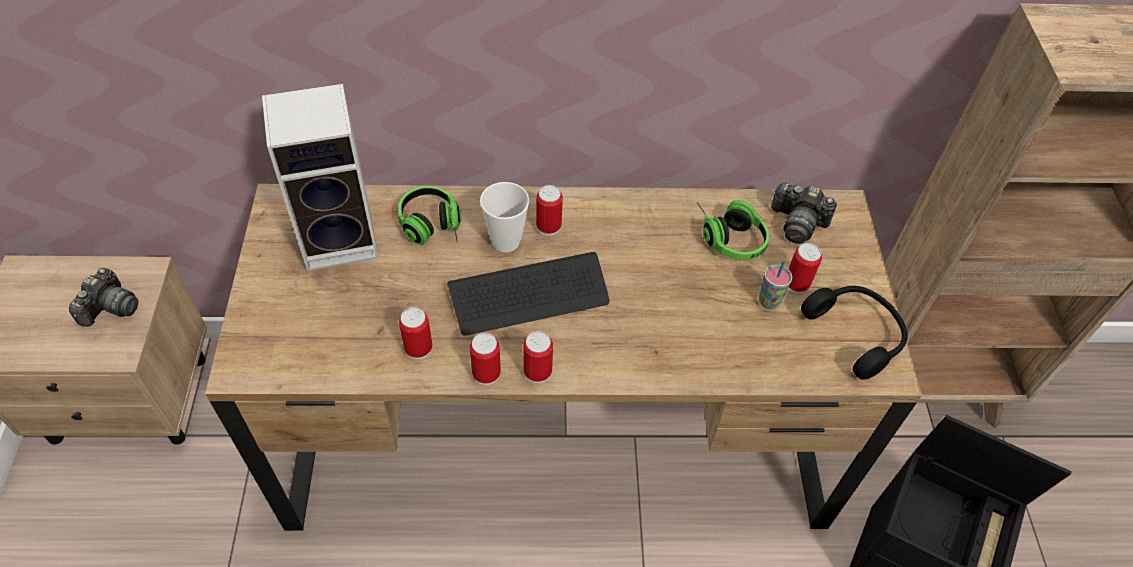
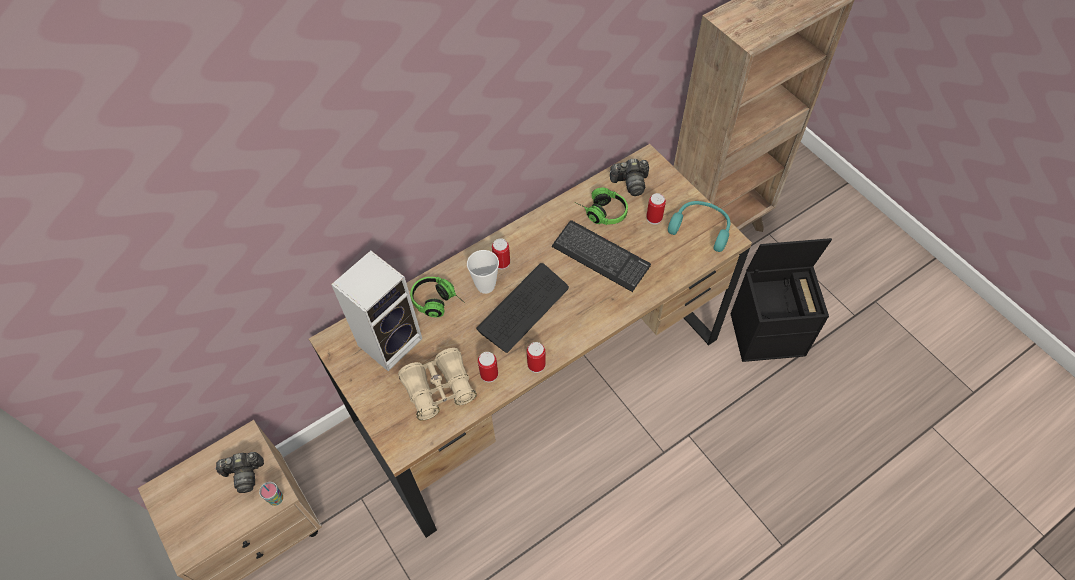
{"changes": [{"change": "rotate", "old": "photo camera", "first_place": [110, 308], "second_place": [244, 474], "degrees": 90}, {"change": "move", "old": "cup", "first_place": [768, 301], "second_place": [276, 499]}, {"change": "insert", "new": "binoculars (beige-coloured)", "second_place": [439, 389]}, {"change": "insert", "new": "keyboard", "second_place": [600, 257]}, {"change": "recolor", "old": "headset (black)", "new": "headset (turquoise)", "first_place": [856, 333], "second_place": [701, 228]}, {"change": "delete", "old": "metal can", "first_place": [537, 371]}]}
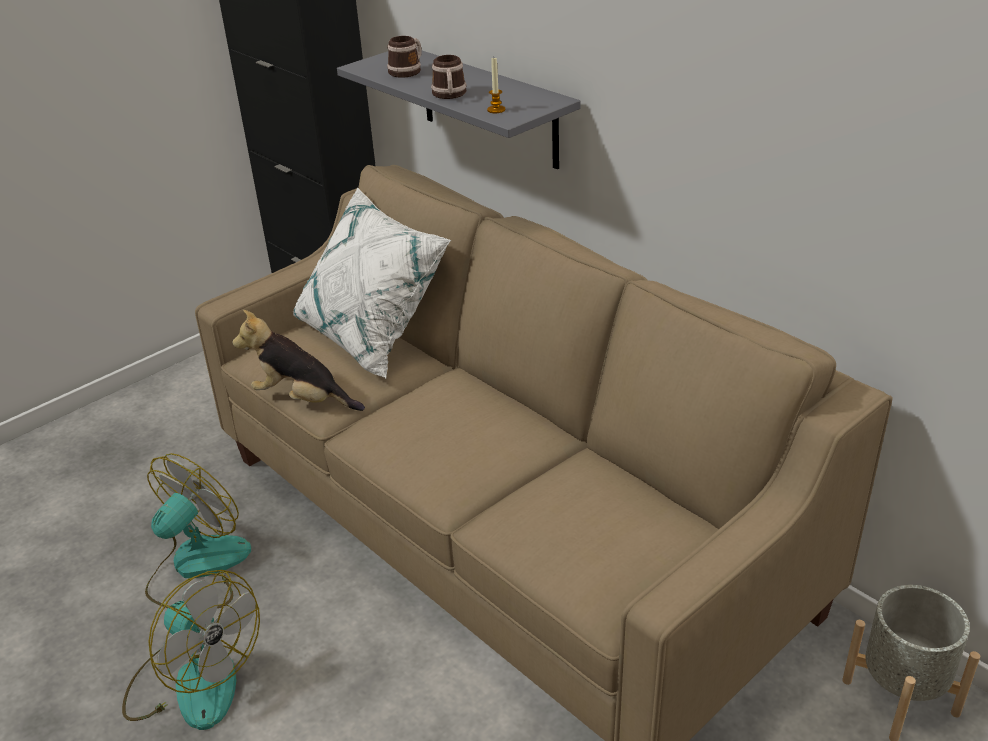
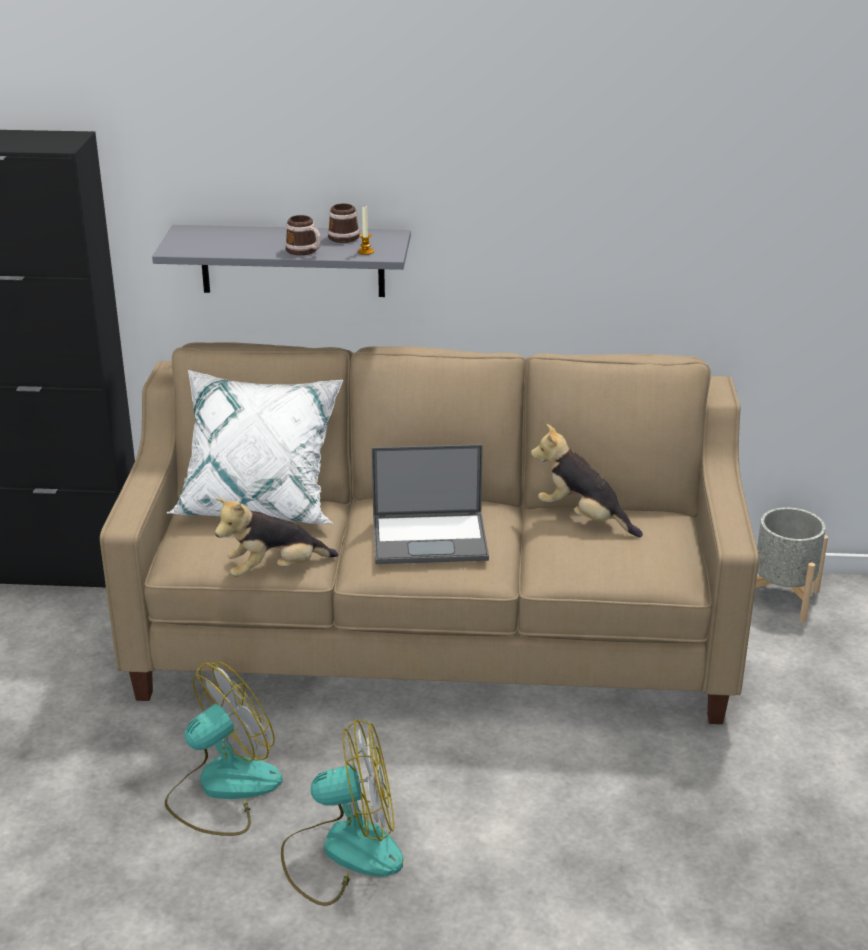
{"changes": [{"change": "rotate", "old": "cooling fan", "first_place": [197, 568], "second_place": [222, 789], "degrees": 60}, {"change": "move", "old": "coffee mug", "first_place": [408, 71], "second_place": [343, 236]}, {"change": "insert", "new": "laptop", "second_place": [431, 538]}, {"change": "insert", "new": "soft toy", "second_place": [583, 518]}]}
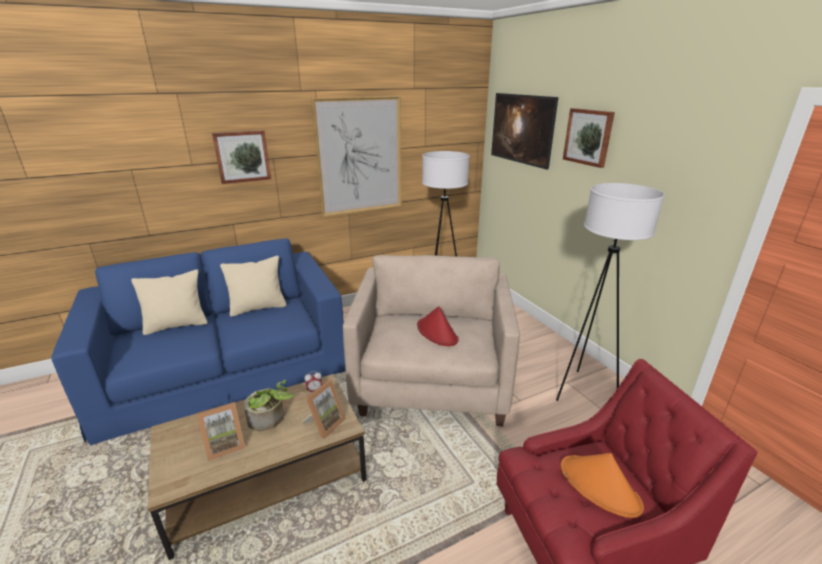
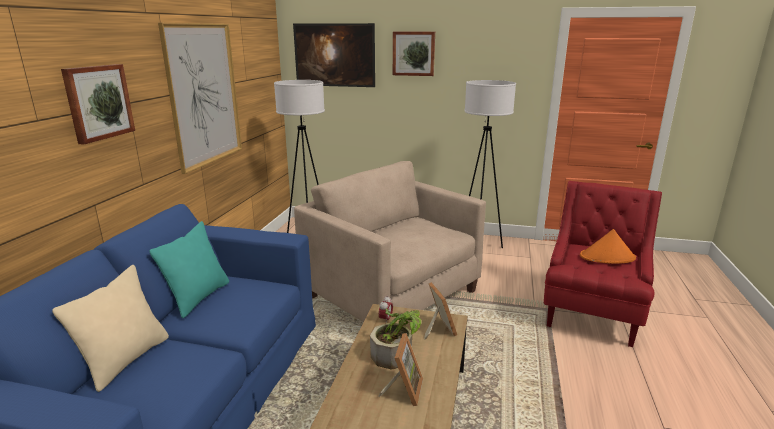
{"changes": [{"change": "recolor", "old": "cushion (beige-coloured)", "new": "cushion (turquoise)", "first_place": [258, 308], "second_place": [198, 297]}, {"change": "delete", "old": "wearable hat (red)", "first_place": [437, 333]}]}
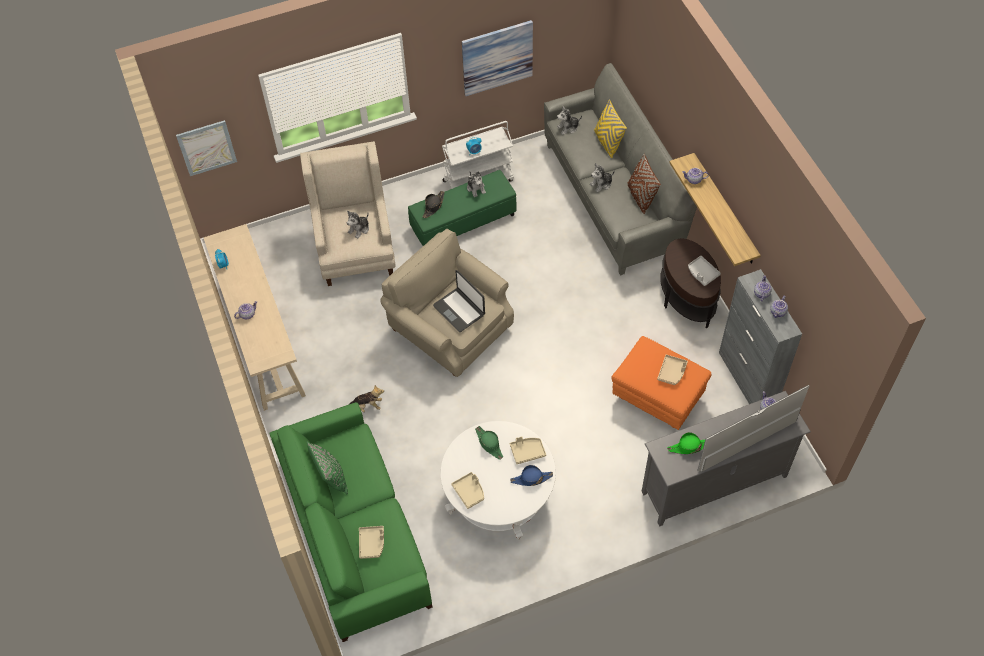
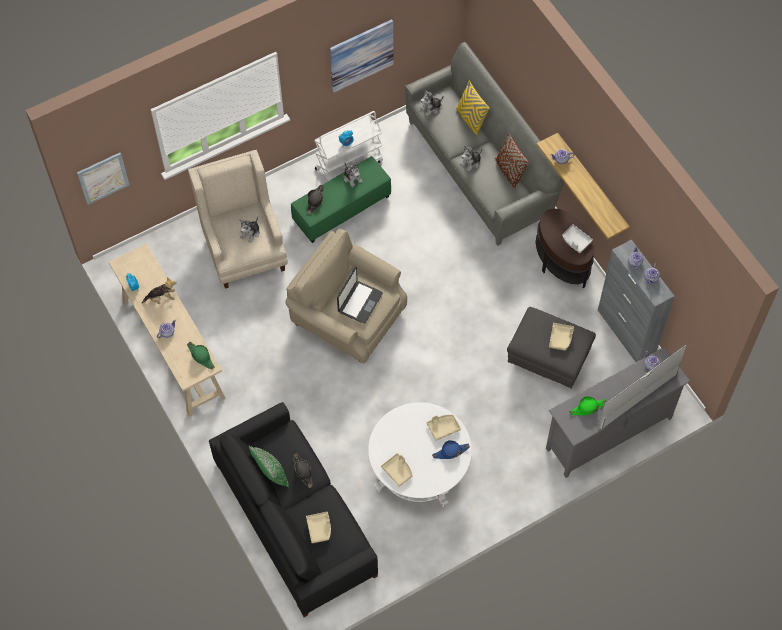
{"changes": [{"change": "move", "old": "soft toy", "first_place": [367, 406], "second_place": [161, 298]}, {"change": "move", "old": "wearable hat (green-coloured)", "first_place": [489, 444], "second_place": [201, 357]}, {"change": "recolor", "old": "sofa (green-coloured)", "new": "sofa (black)", "first_place": [355, 531], "second_place": [295, 518]}, {"change": "insert", "new": "wearable hat (black)", "second_place": [303, 472]}, {"change": "rotate", "old": "laptop", "first_place": [459, 310], "second_place": [359, 302], "degrees": -105}, {"change": "recolor", "old": "ottoman (orange)", "new": "ottoman (gray)", "first_place": [658, 398], "second_place": [548, 360]}]}
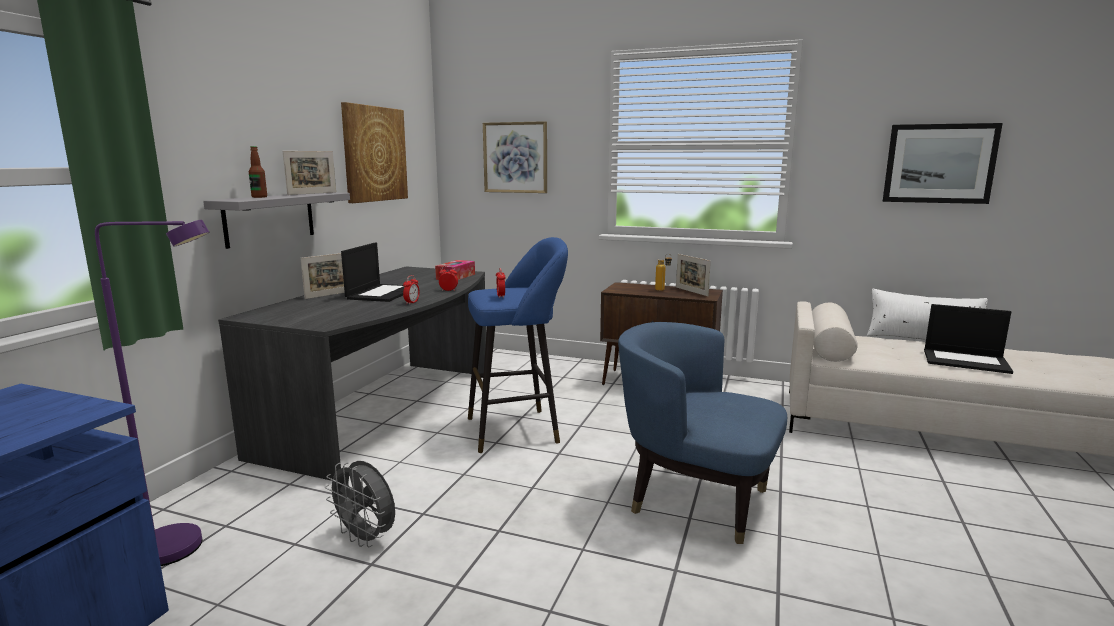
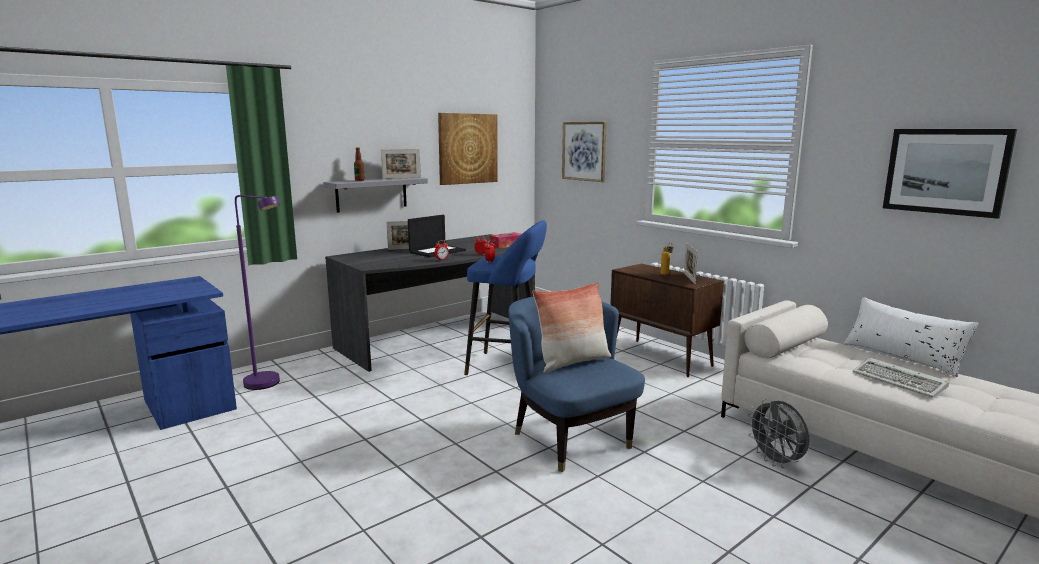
{"changes": [{"change": "insert", "new": "cushion", "second_place": [572, 362]}, {"change": "move", "old": "cooling fan (gray)", "first_place": [366, 538], "second_place": [776, 461]}, {"change": "replace", "old": "laptop", "new": "keyboard", "first_place": [966, 361], "second_place": [901, 381]}]}
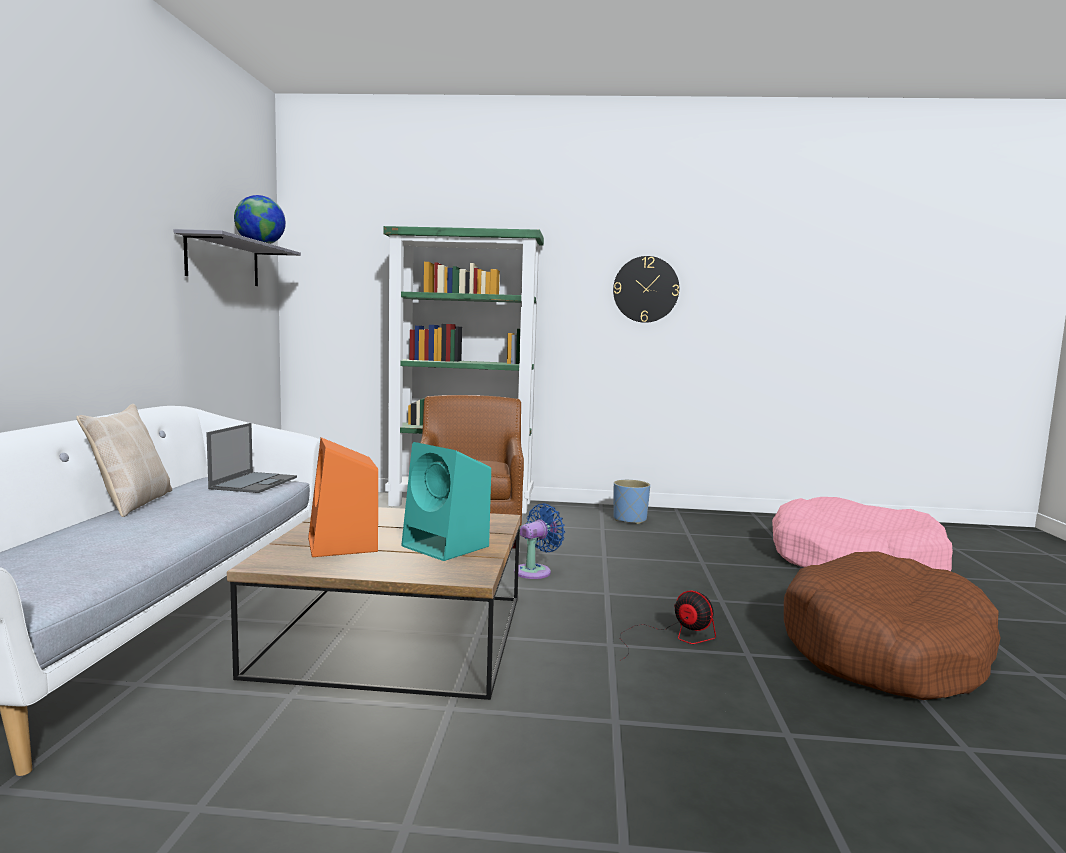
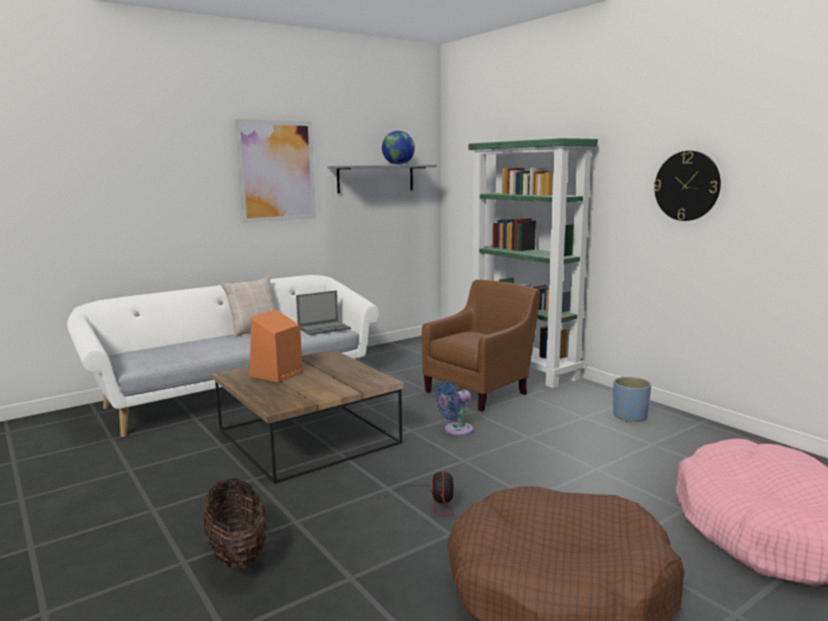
{"changes": [{"change": "insert", "new": "household basket", "second_place": [237, 553]}, {"change": "insert", "new": "picture", "second_place": [276, 171]}, {"change": "rotate", "old": "cooling fan (blue)", "first_place": [535, 571], "second_place": [455, 430], "degrees": 150}, {"change": "delete", "old": "audio speaker (turquoise)", "first_place": [447, 547]}]}
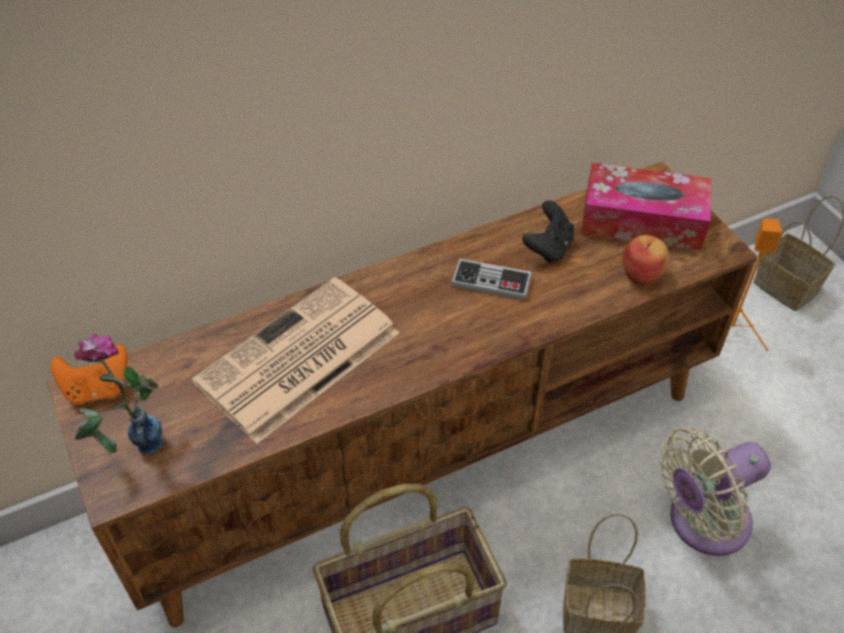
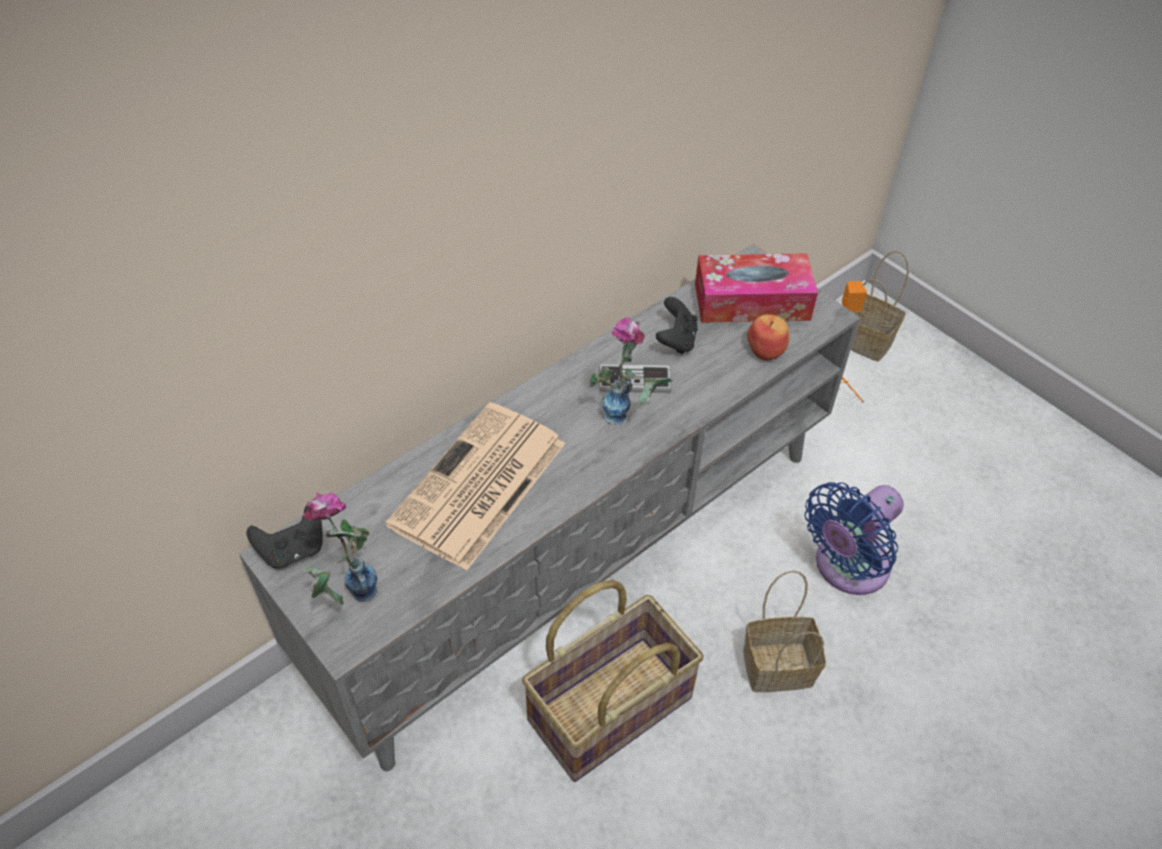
{"changes": [{"change": "recolor", "old": "tv stand (brown)", "new": "tv stand (gray)", "first_place": [423, 451], "second_place": [578, 554]}, {"change": "recolor", "old": "gamepad (orange)", "new": "gamepad (black)", "first_place": [98, 389], "second_place": [293, 550]}, {"change": "insert", "new": "vase", "second_place": [628, 423]}, {"change": "recolor", "old": "cooling fan (beige-coloured)", "new": "cooling fan (blue)", "first_place": [702, 522], "second_place": [846, 567]}]}
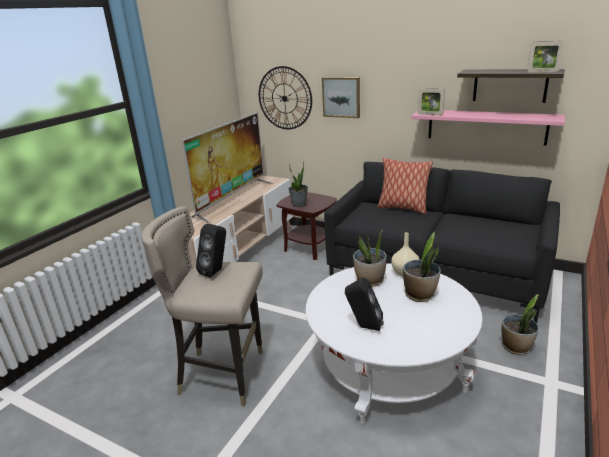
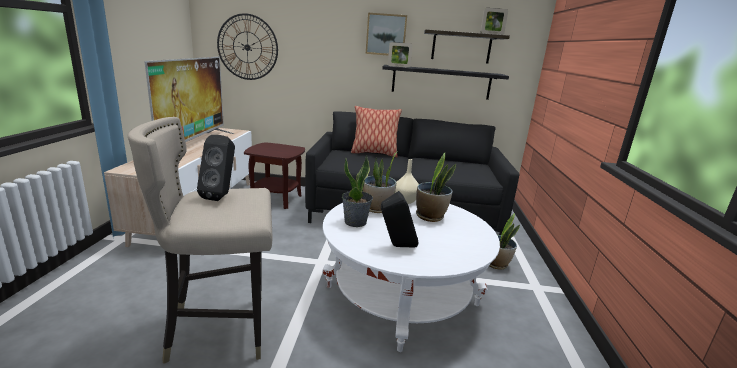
{"changes": [{"change": "move", "old": "houseplant", "first_place": [299, 204], "second_place": [355, 222]}, {"change": "move", "old": "picture", "first_place": [341, 97], "second_place": [386, 35]}, {"change": "recolor", "old": "shelf (pink)", "new": "shelf (black)", "first_place": [486, 126], "second_place": [441, 82]}]}
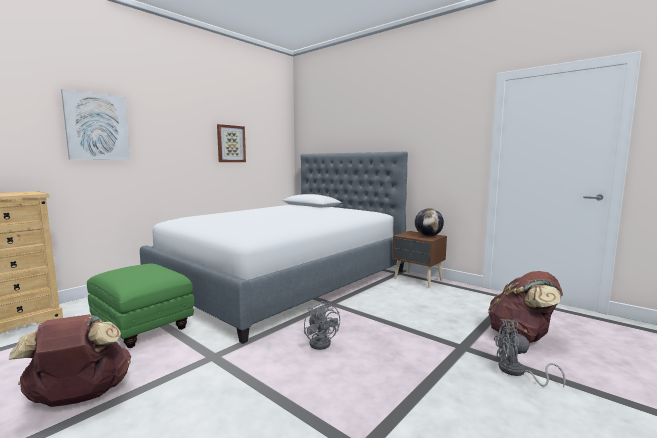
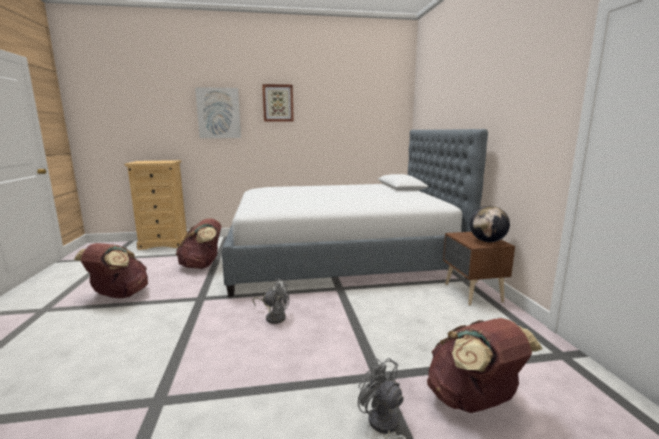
{"changes": [{"change": "replace", "old": "ottoman (green-coloured)", "new": "rucksack (brown)", "first_place": [143, 327], "second_place": [202, 265]}, {"change": "rotate", "old": "cooling fan (gray)", "first_place": [322, 342], "second_place": [274, 316], "degrees": -90}, {"change": "move", "old": "picture", "first_place": [231, 144], "second_place": [278, 103]}]}
